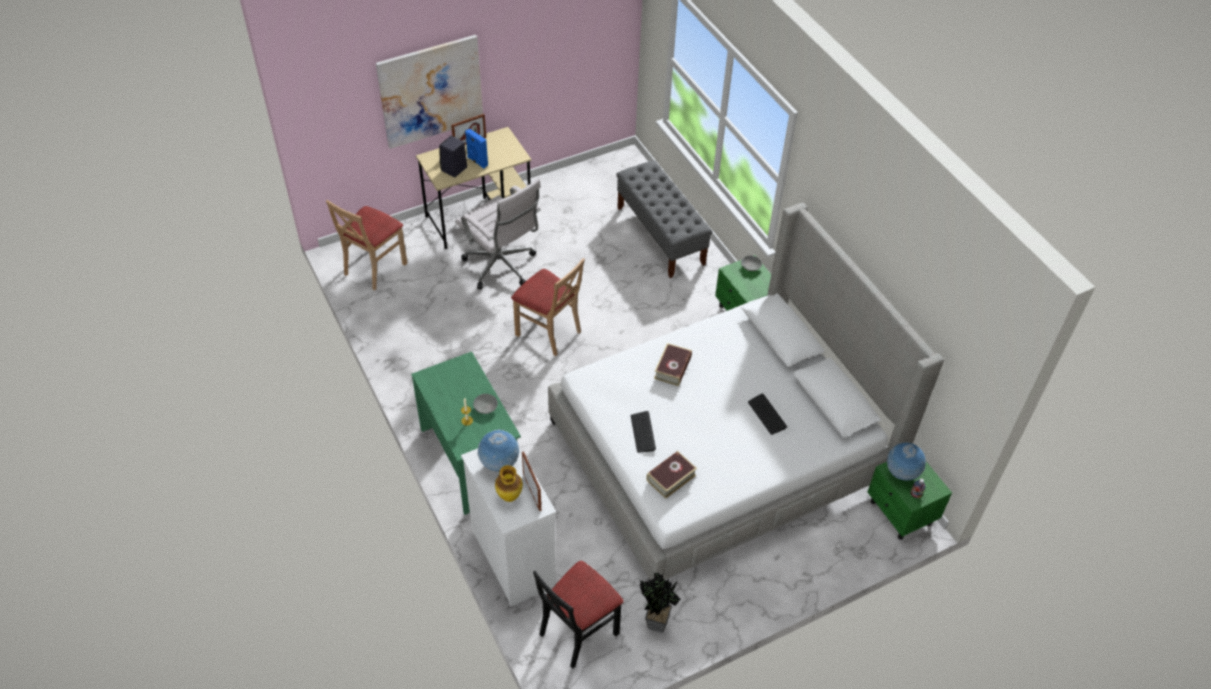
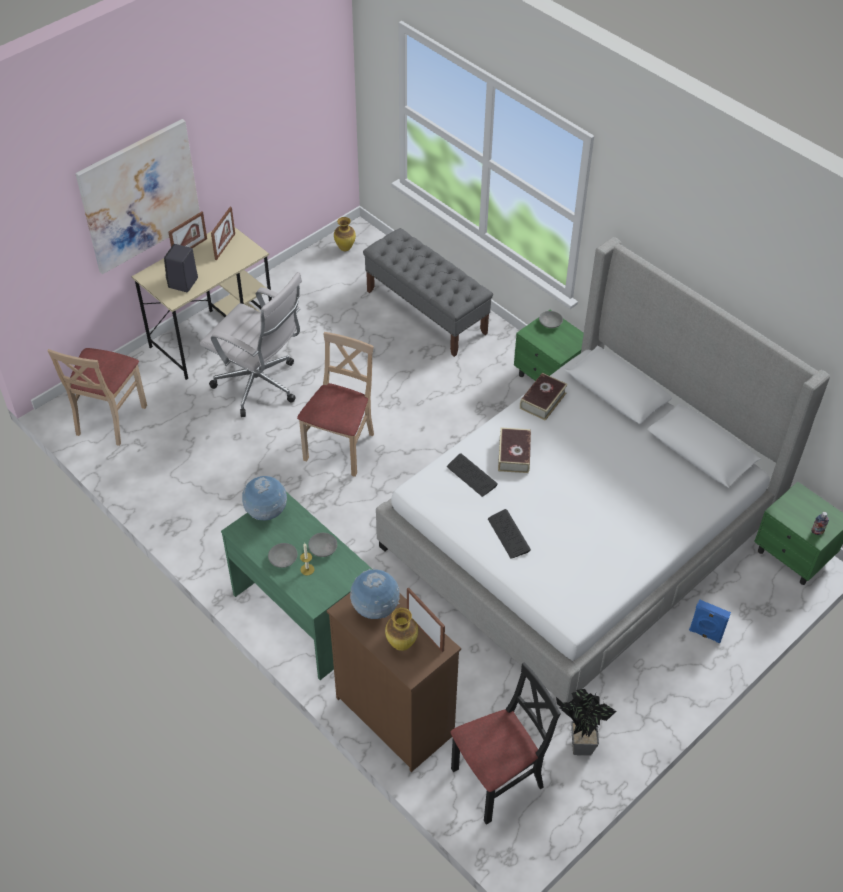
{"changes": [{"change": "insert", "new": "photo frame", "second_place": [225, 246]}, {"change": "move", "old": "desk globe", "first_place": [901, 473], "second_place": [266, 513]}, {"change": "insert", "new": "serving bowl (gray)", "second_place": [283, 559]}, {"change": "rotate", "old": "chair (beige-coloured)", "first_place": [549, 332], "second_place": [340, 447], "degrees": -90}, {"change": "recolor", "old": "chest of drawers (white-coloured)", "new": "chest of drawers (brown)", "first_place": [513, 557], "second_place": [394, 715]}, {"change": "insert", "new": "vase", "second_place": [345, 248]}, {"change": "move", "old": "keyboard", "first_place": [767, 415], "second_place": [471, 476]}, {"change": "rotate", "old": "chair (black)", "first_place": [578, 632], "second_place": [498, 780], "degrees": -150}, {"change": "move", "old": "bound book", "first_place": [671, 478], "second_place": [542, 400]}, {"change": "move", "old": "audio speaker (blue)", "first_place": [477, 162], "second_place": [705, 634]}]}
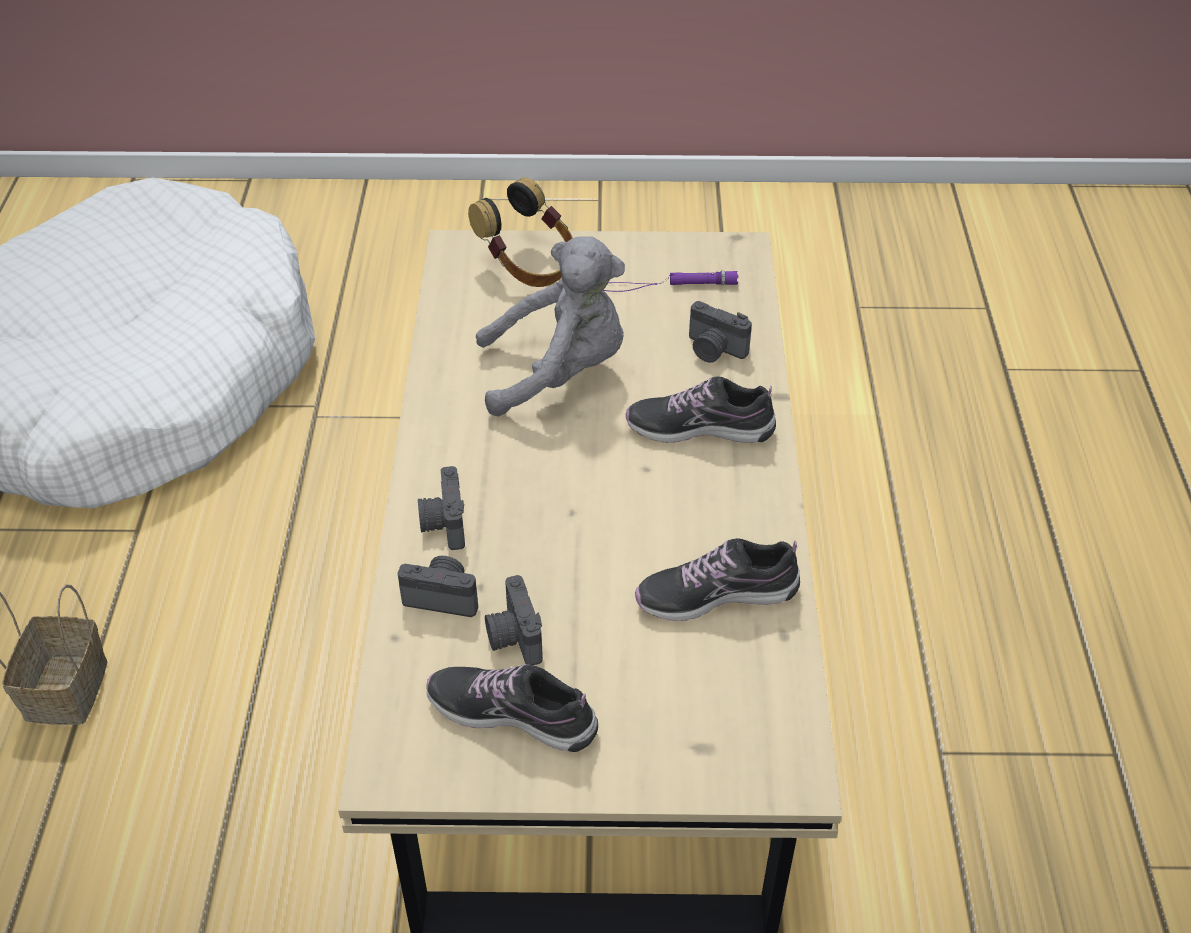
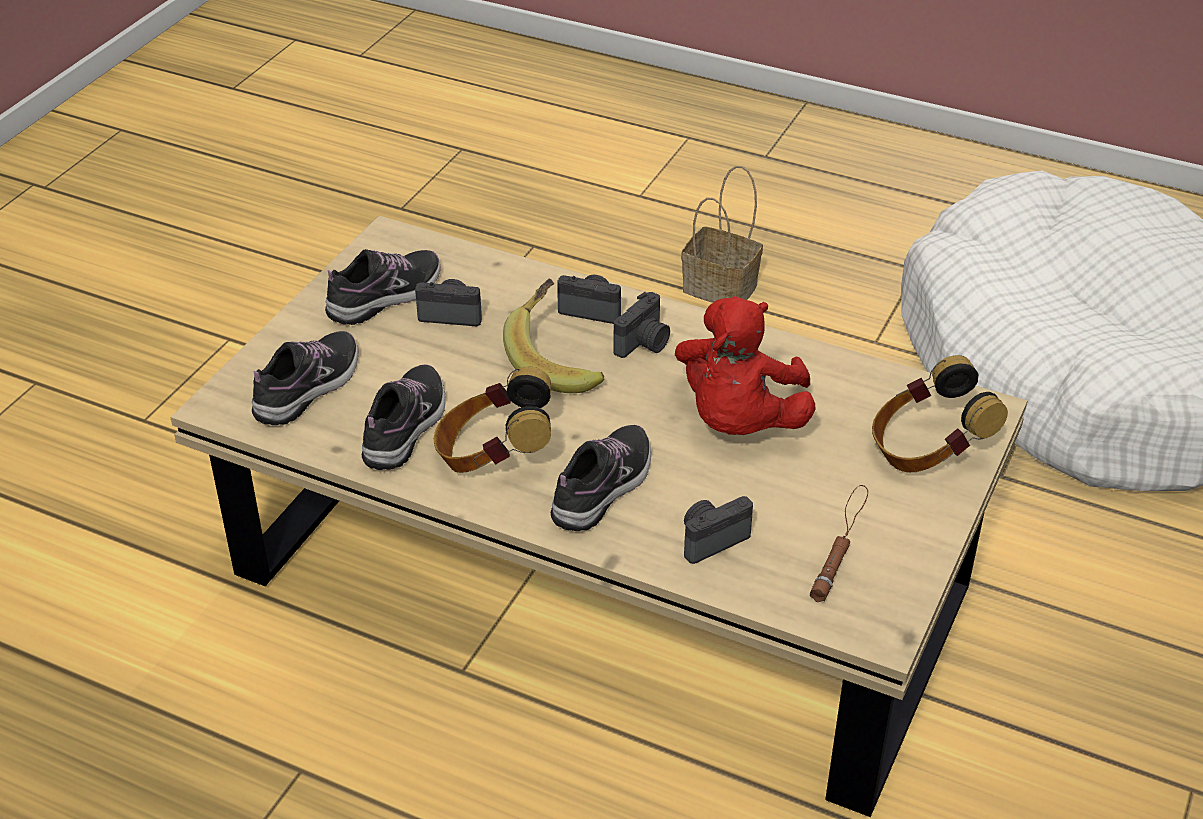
{"changes": [{"change": "insert", "new": "low shoe", "second_place": [309, 388]}, {"change": "insert", "new": "headset", "second_place": [493, 456]}, {"change": "insert", "new": "banana", "second_place": [558, 360]}, {"change": "move", "old": "photo camera", "first_place": [443, 596], "second_place": [644, 344]}, {"change": "recolor", "old": "soft toy (gray)", "new": "soft toy (red)", "first_place": [559, 373], "second_place": [739, 422]}, {"change": "recolor", "old": "flashlight (purple-coloured)", "new": "flashlight (brown)", "first_place": [666, 285], "second_place": [841, 542]}]}
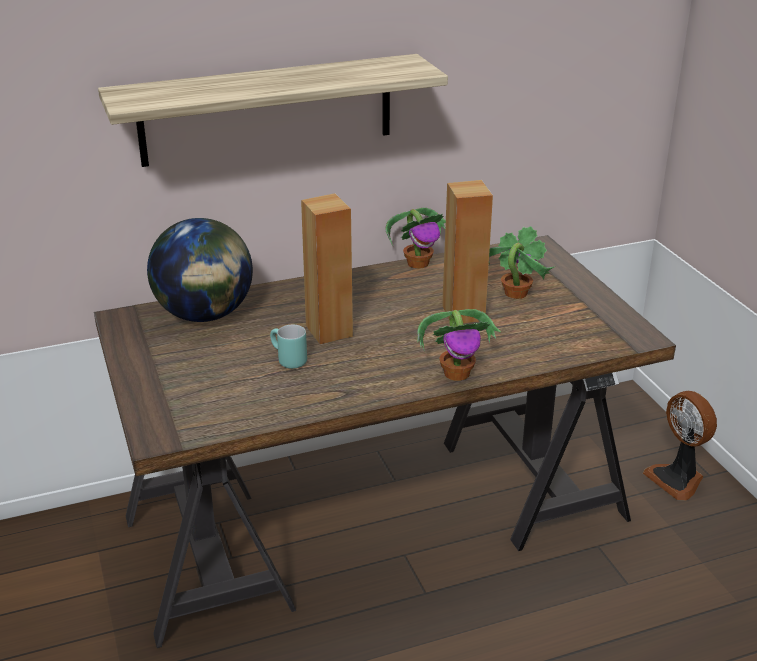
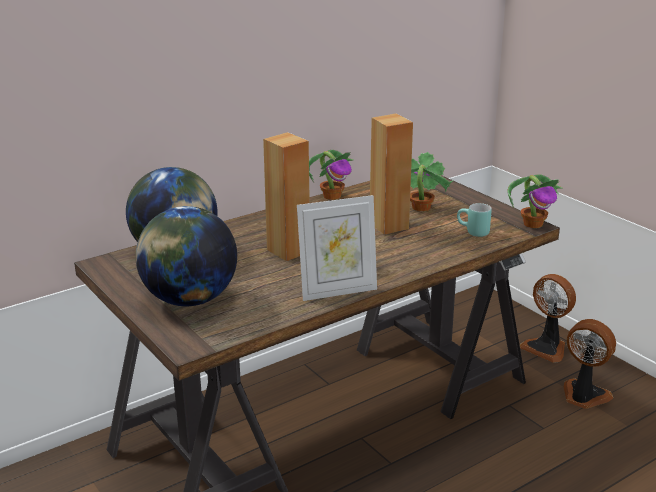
{"changes": [{"change": "insert", "new": "desk globe", "second_place": [189, 300]}, {"change": "insert", "new": "photo frame", "second_place": [338, 291]}, {"change": "move", "old": "coffee mug (turquoise)", "first_place": [286, 361], "second_place": [472, 232]}, {"change": "move", "old": "houseplant", "first_place": [457, 373], "second_place": [533, 224]}, {"change": "insert", "new": "cooling fan", "second_place": [583, 396]}, {"change": "delete", "old": "shelf", "first_place": [267, 110]}]}
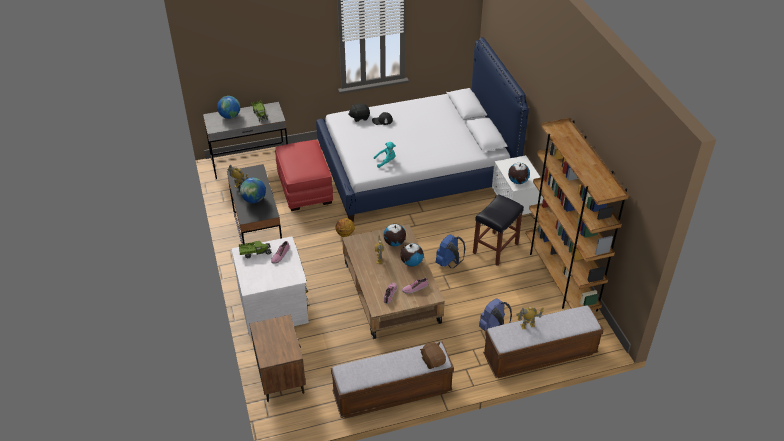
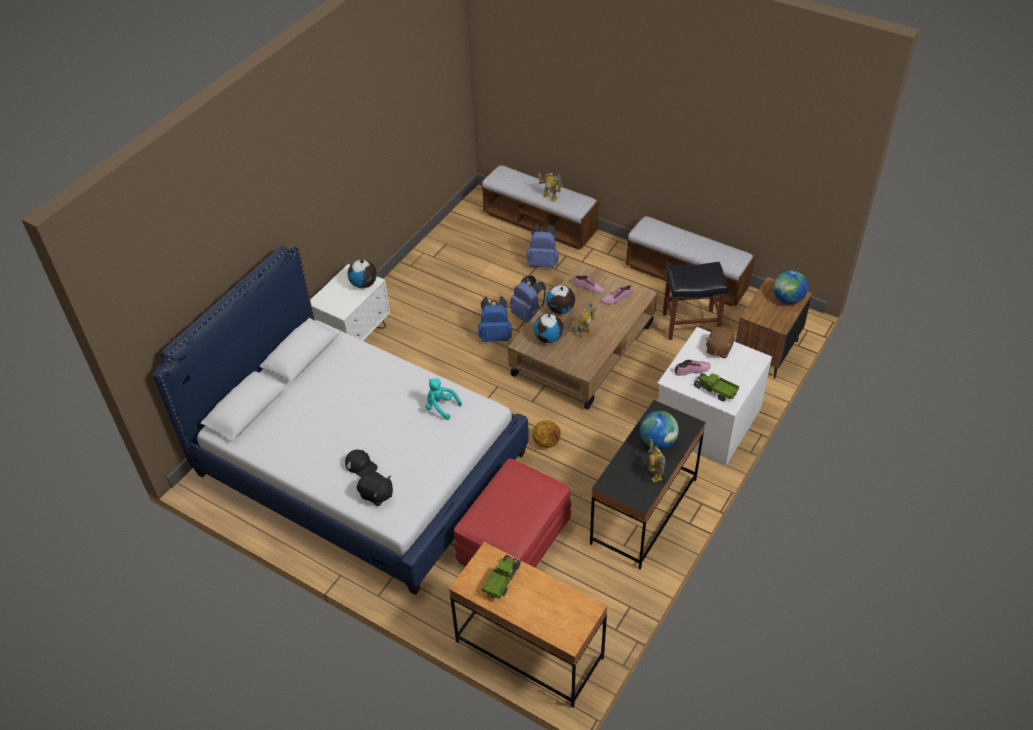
{"changes": [{"change": "recolor", "old": "desk unit (gray)", "new": "desk unit (brown)", "first_place": [250, 162], "second_place": [529, 649]}, {"change": "insert", "new": "rucksack (blue)", "second_place": [528, 315]}, {"change": "move", "old": "sitting stool (black)", "first_place": [495, 248], "second_place": [689, 325]}, {"change": "move", "old": "soft toy (brown)", "first_place": [433, 361], "second_place": [718, 349]}, {"change": "move", "old": "desk globe", "first_place": [230, 116], "second_place": [788, 299]}, {"change": "delete", "old": "bookcase (brown)", "first_place": [560, 277]}]}
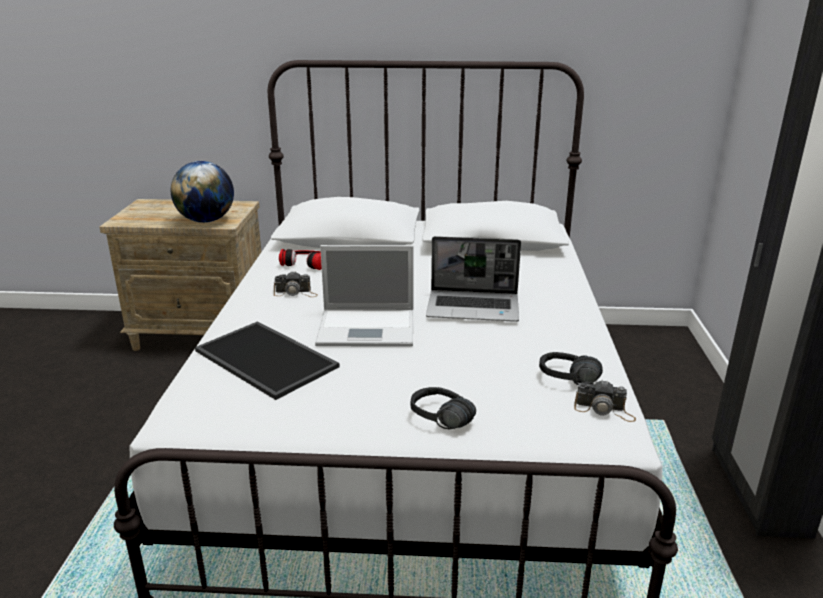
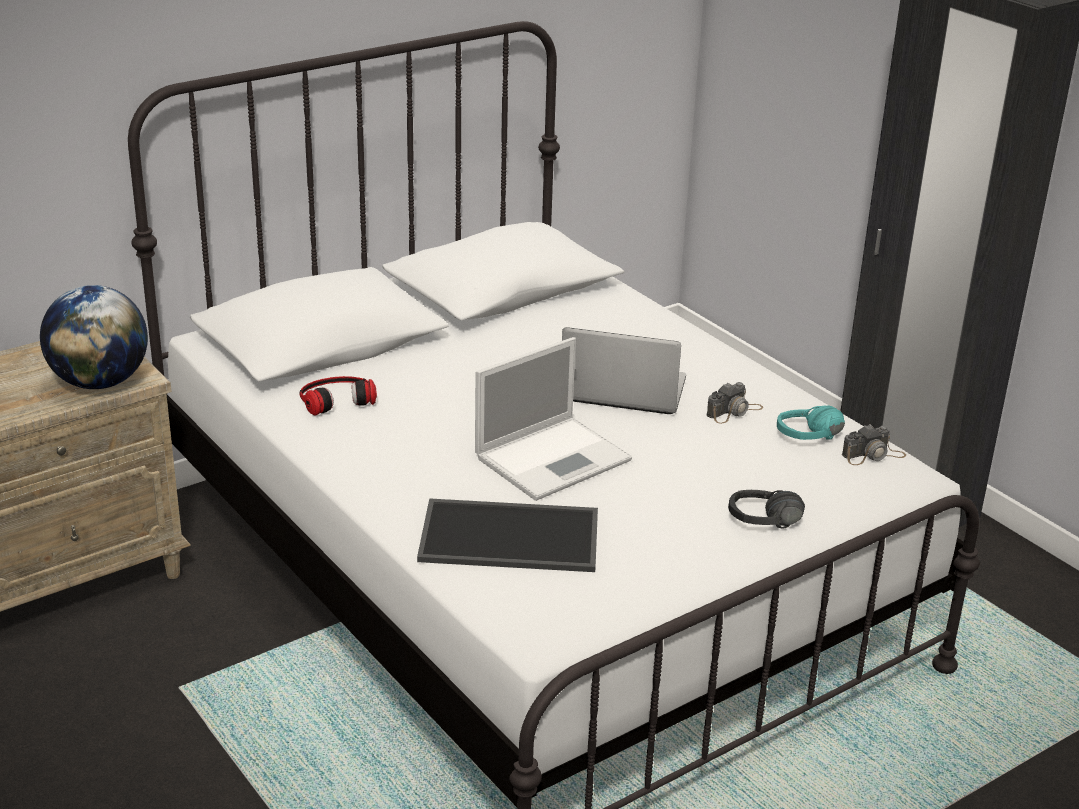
{"changes": [{"change": "rotate", "old": "laptop", "first_place": [474, 307], "second_place": [621, 391], "degrees": -135}, {"change": "move", "old": "photo camera", "first_place": [296, 293], "second_place": [734, 411]}, {"change": "recolor", "old": "headset (black)", "new": "headset (turquoise)", "first_place": [567, 383], "second_place": [814, 441]}]}
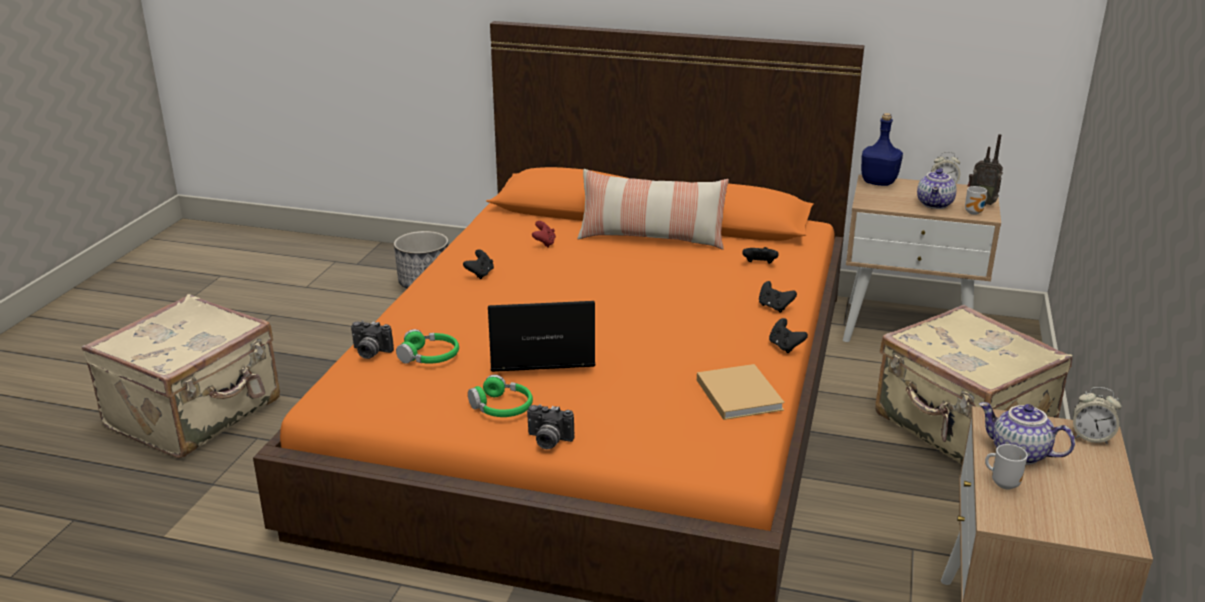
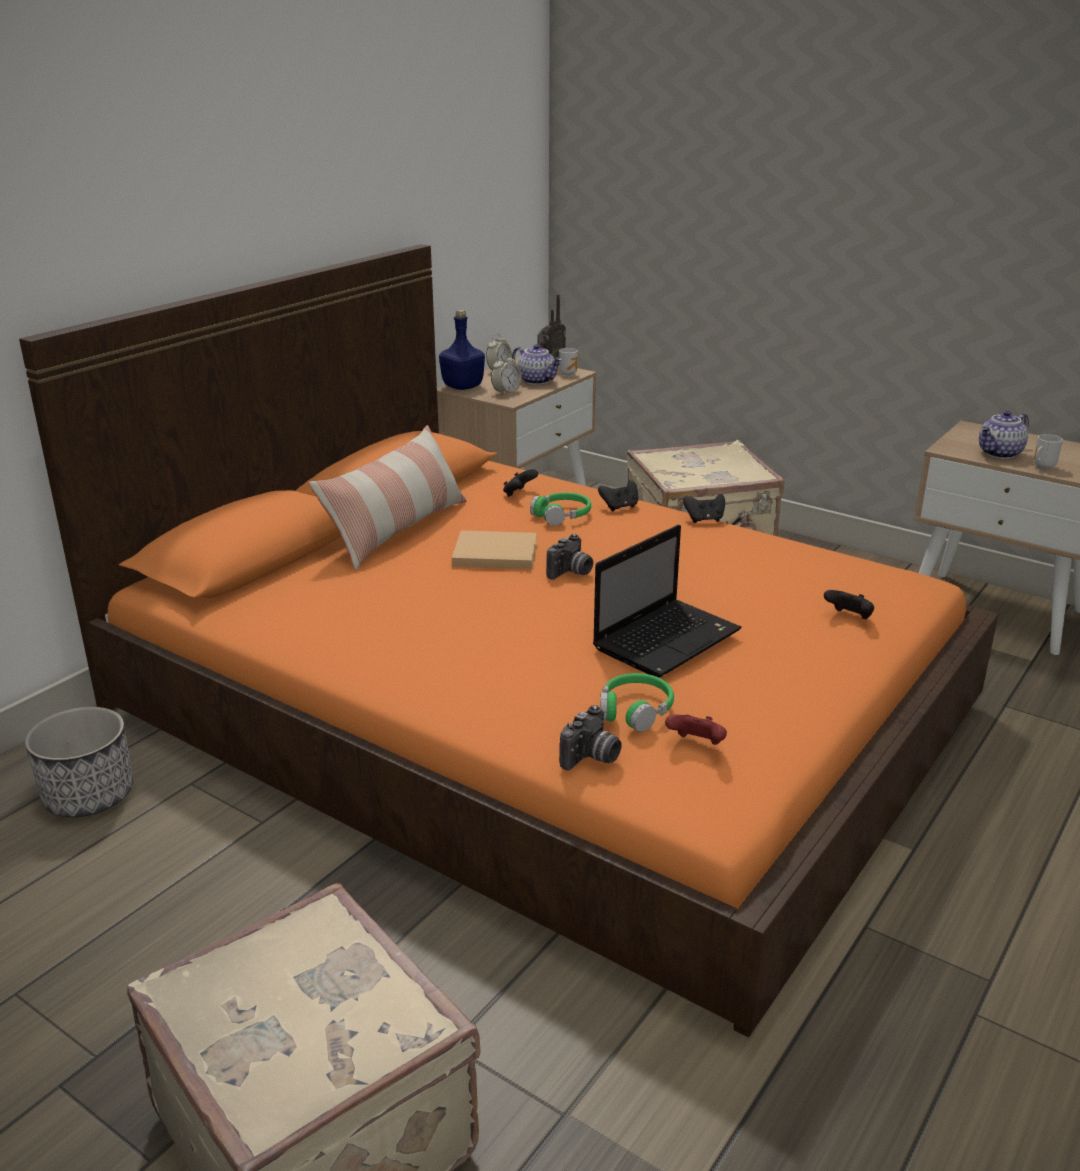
{"changes": [{"change": "move", "old": "bound book (beige-coloured)", "first_place": [738, 393], "second_place": [492, 553]}, {"change": "move", "old": "bedside clock", "first_place": [1091, 437], "second_place": [506, 392]}, {"change": "move", "old": "headset (green-coloured)", "first_place": [501, 407], "second_place": [562, 515]}, {"change": "move", "old": "photo camera", "first_place": [548, 441], "second_place": [571, 573]}, {"change": "rotate", "old": "laptop", "first_place": [539, 355], "second_place": [668, 638], "degrees": -150}, {"change": "move", "old": "gamepad (red)", "first_place": [544, 243], "second_place": [696, 744]}, {"change": "move", "old": "gamepad (black)", "first_place": [480, 274], "second_place": [849, 617]}]}
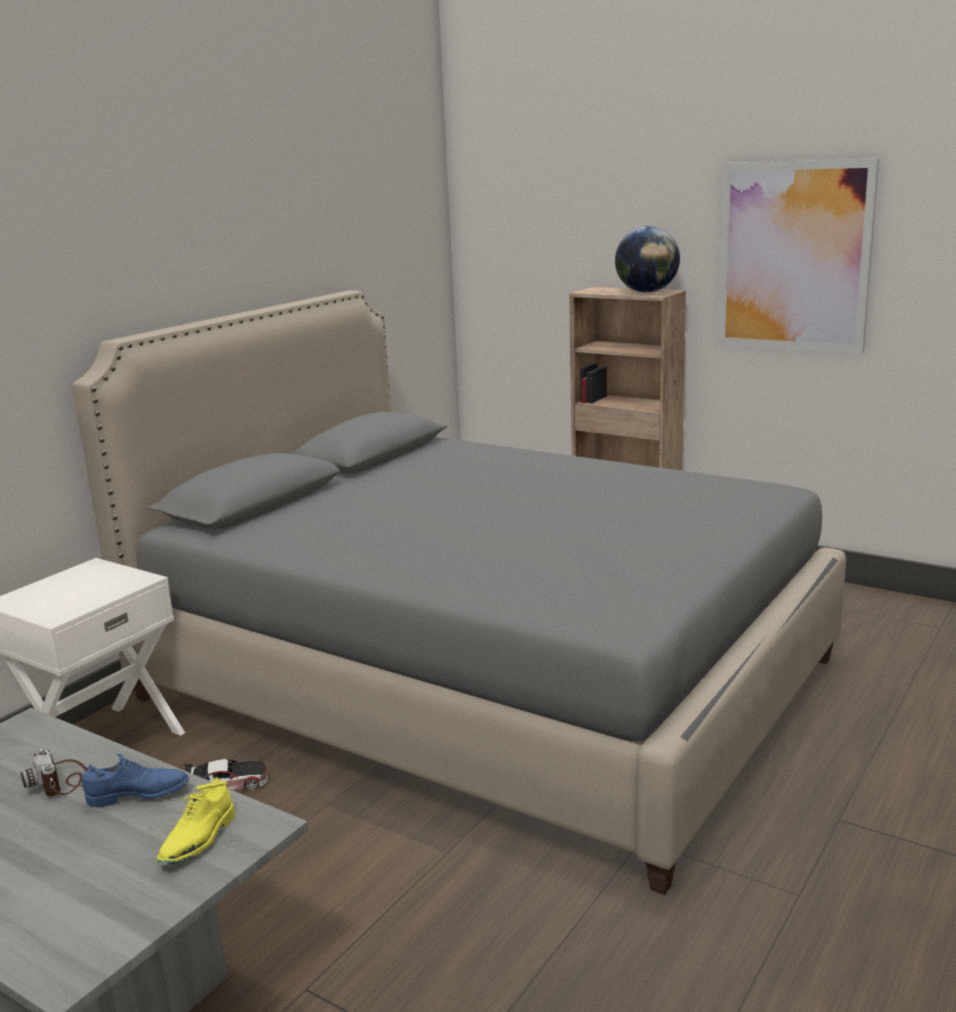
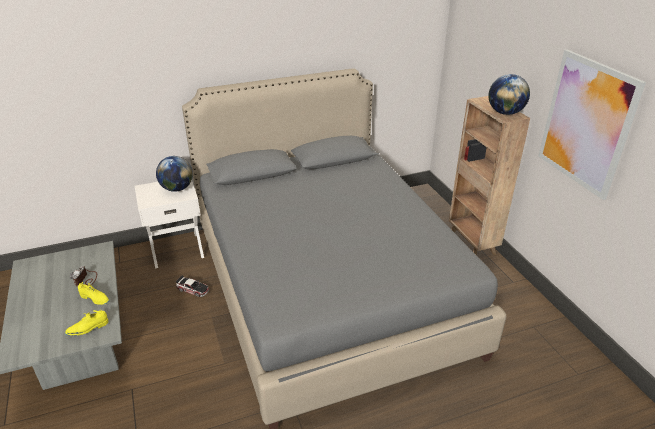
{"changes": [{"change": "recolor", "old": "low shoe (blue)", "new": "low shoe (yellowish)", "first_place": [139, 795], "second_place": [95, 299]}, {"change": "insert", "new": "desk globe", "second_place": [177, 189]}]}
